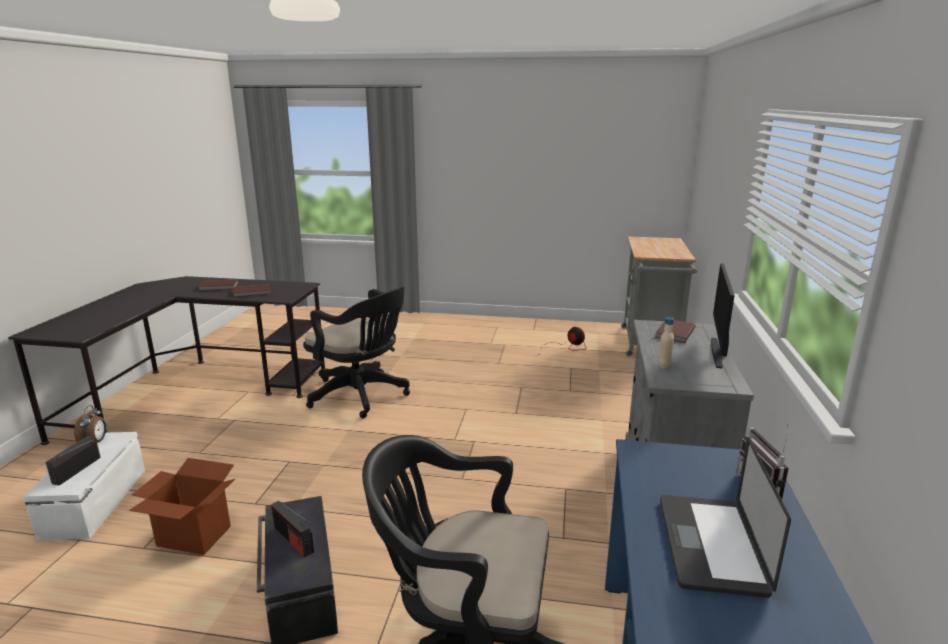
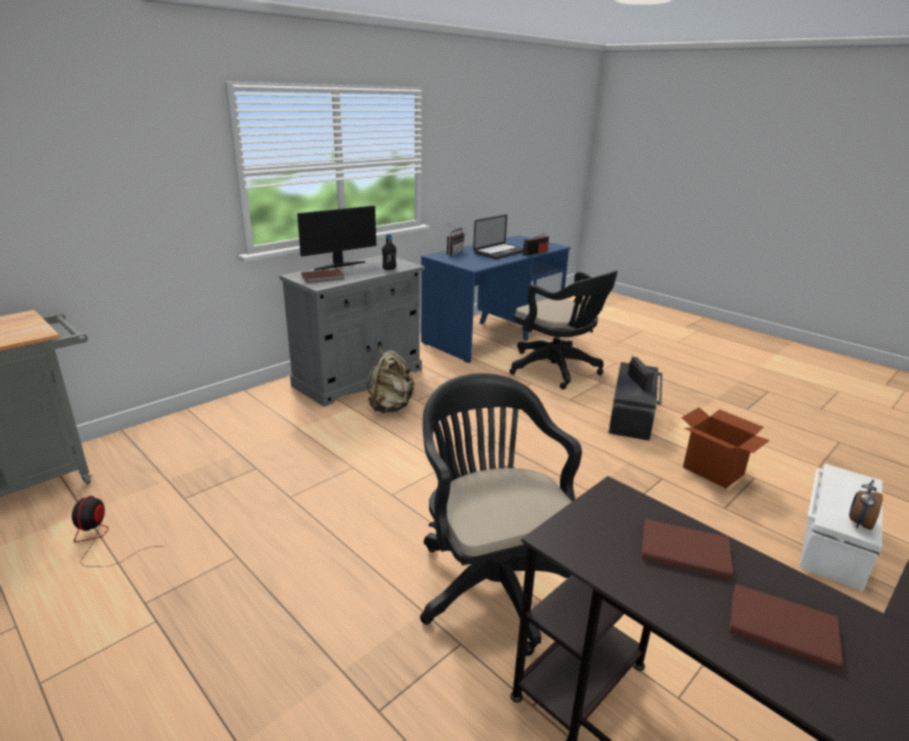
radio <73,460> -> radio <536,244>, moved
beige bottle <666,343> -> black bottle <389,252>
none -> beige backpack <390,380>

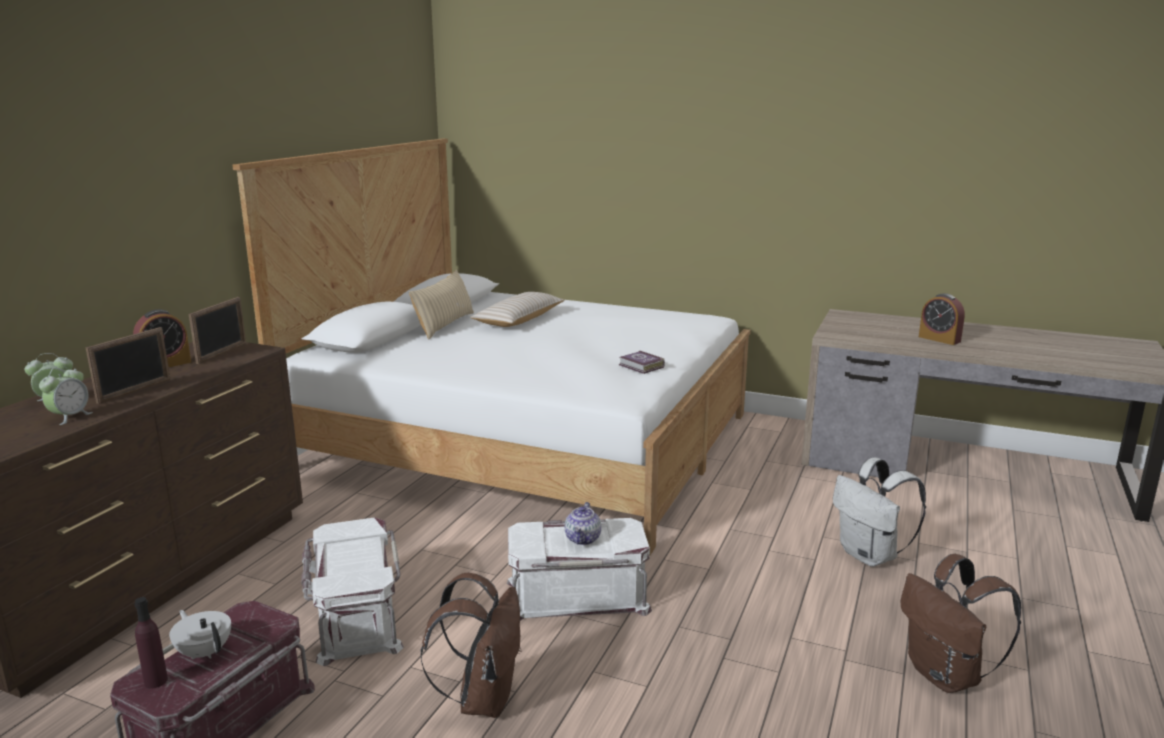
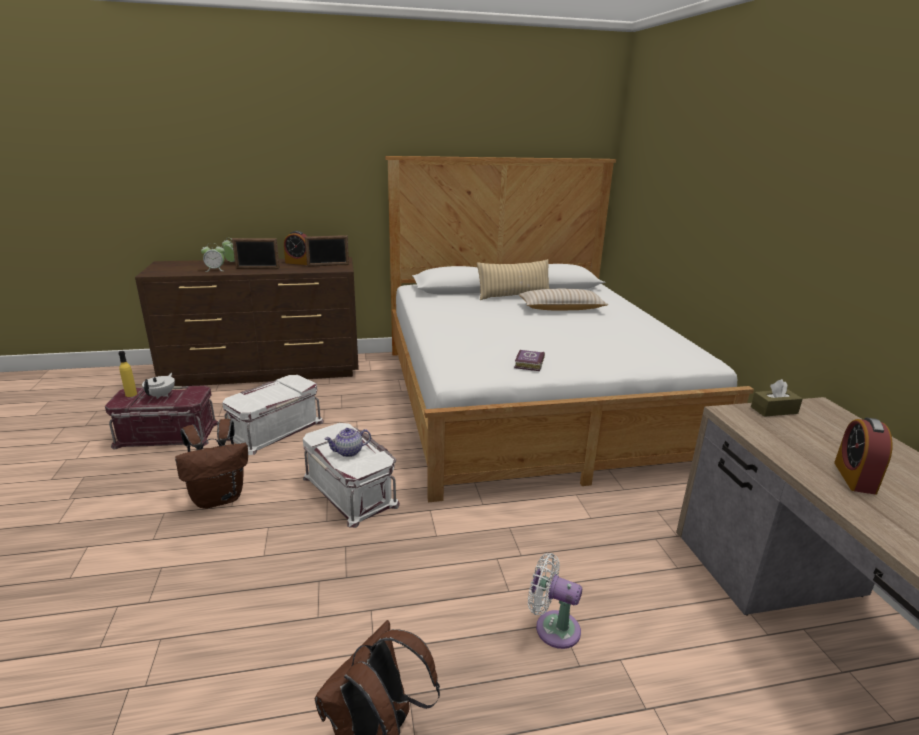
purple bottle <151,643> -> yellow bottle <127,374>
white backpack <879,512> -> white fan <555,601>
none -> brown tissue box <777,398>

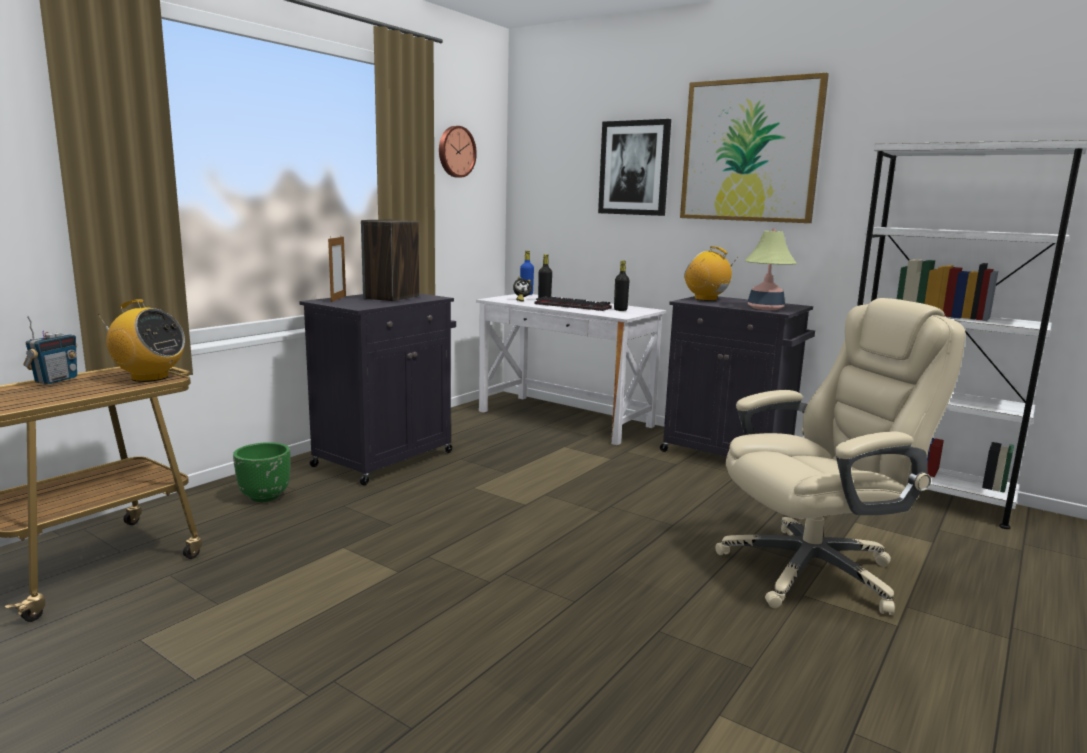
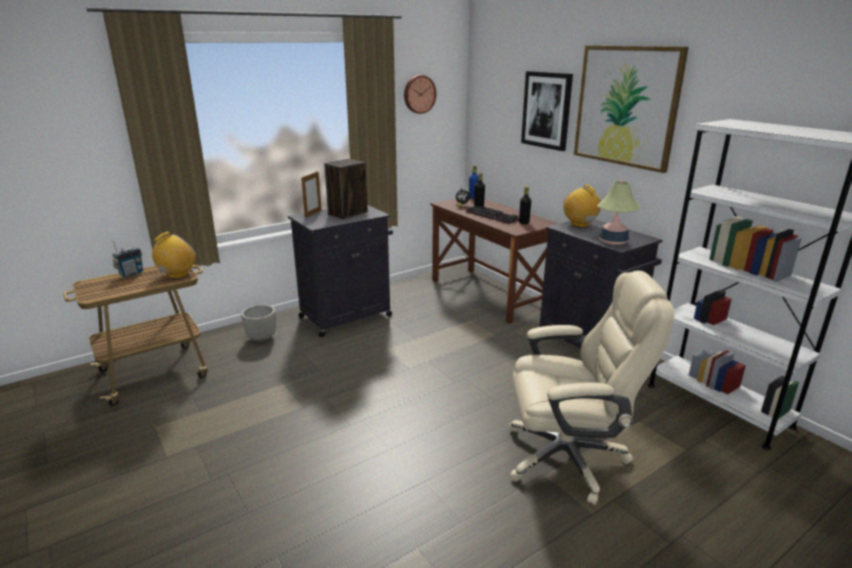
radio <141,340> -> radio <174,255>, 90 degrees counterclockwise
green planter <262,472> -> grey planter <258,323>
white desk <571,369> -> brown desk <495,261>

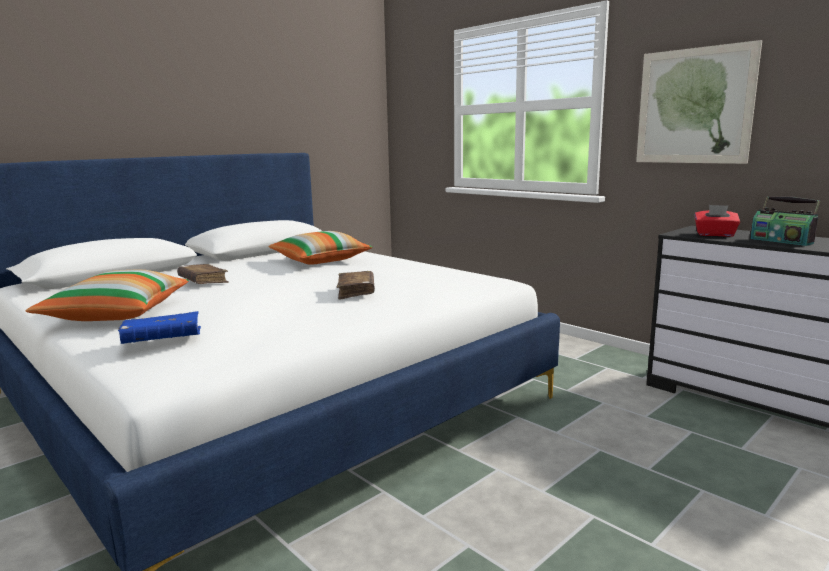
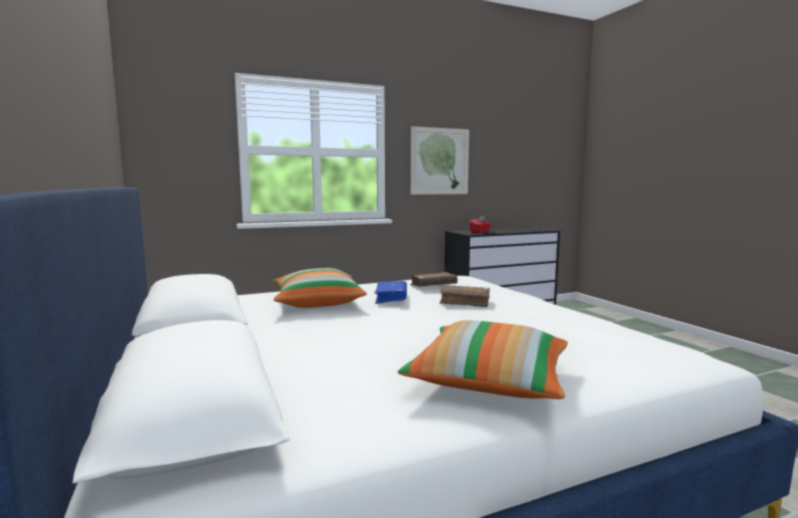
blue book <159,327> -> blue book <391,292>, moved
brown book <203,274> -> brown book <433,279>, moved
radio <785,221> -> none

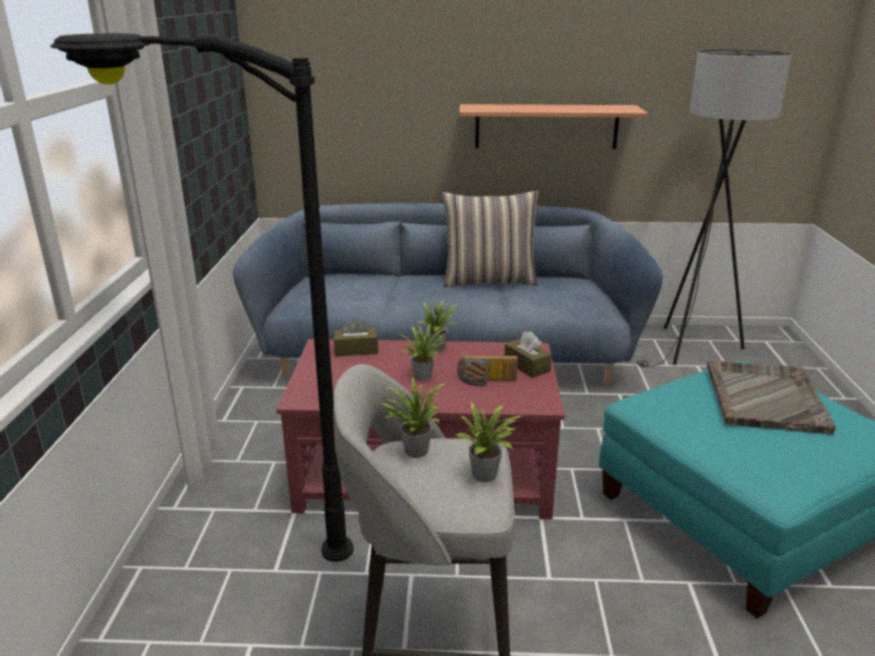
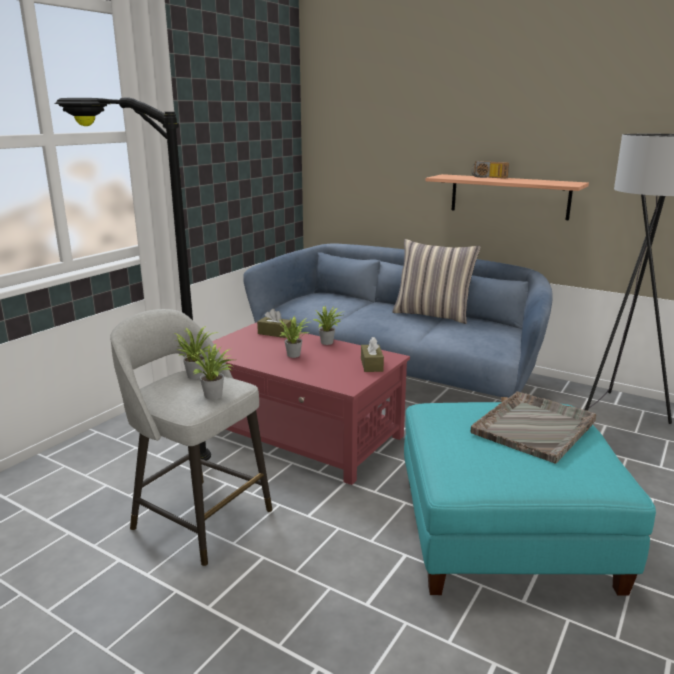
radio <487,370> -> radio <490,170>, moved

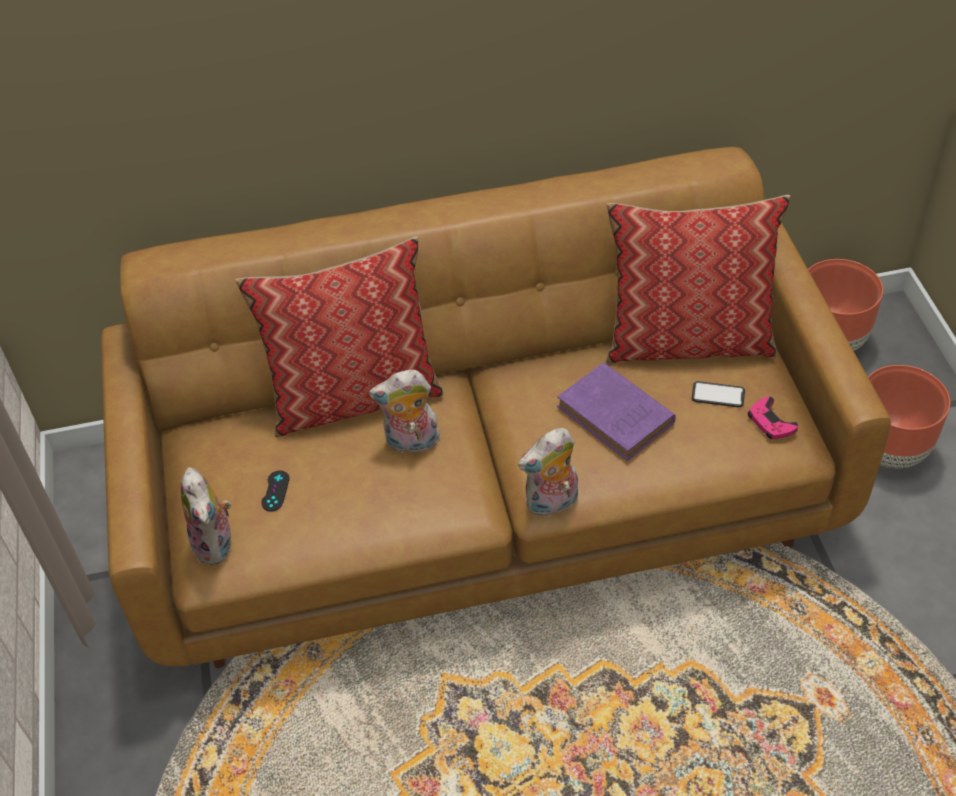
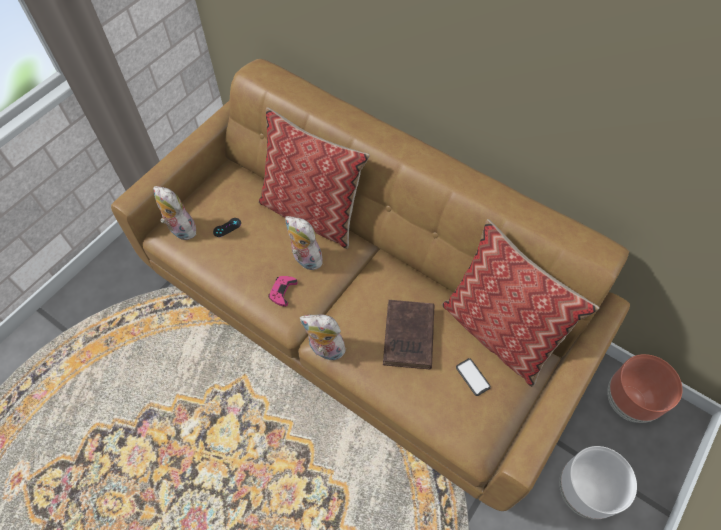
plush toy <207,516> -> plush toy <175,213>, 105 degrees clockwise
purple book <616,411> -> brown book <408,334>
pink game controller <773,417> -> pink game controller <283,291>, moved
brown planter <909,417> -> white planter <598,483>

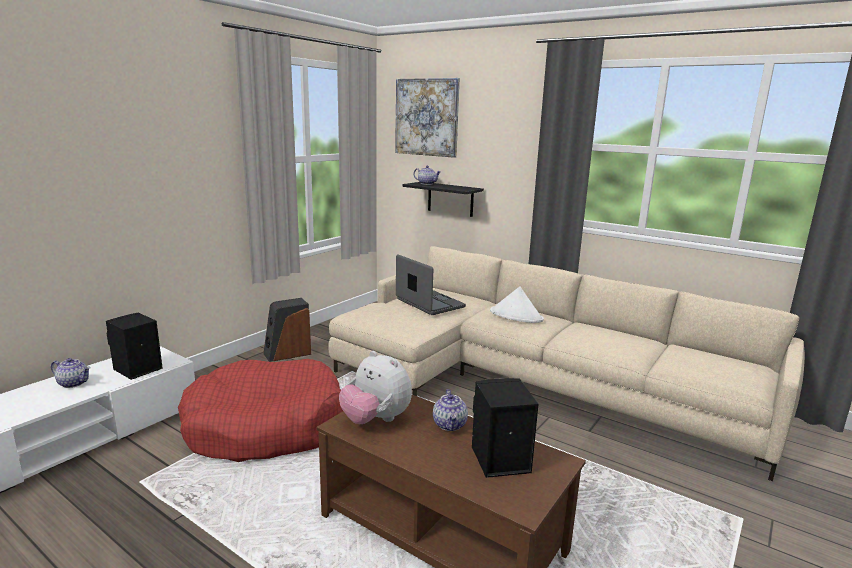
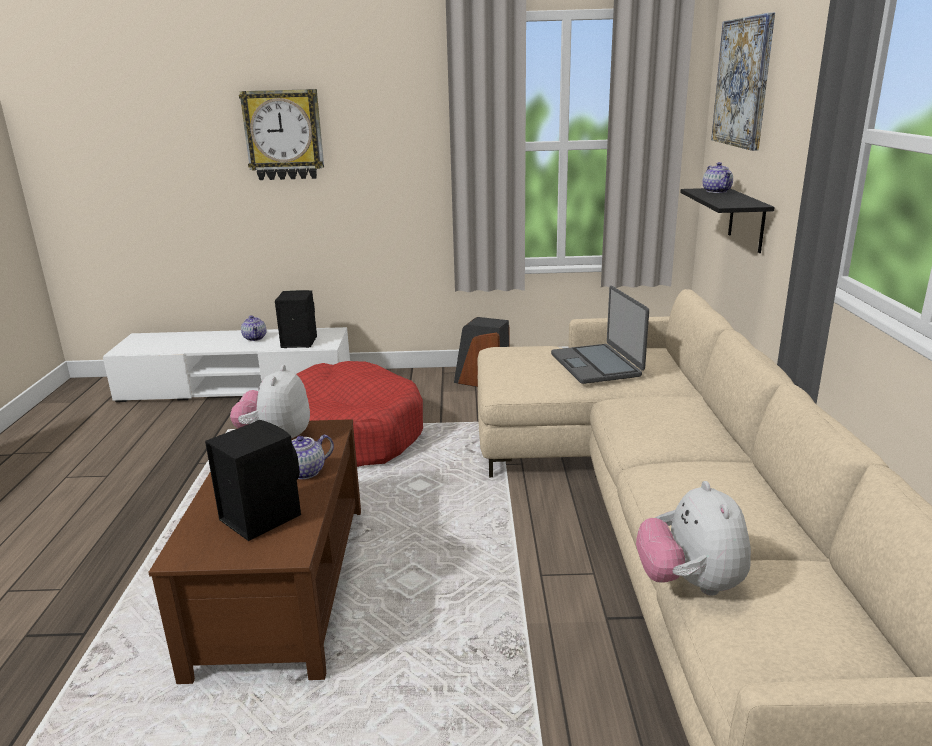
laptop <431,284> -> laptop <600,335>, 150 degrees clockwise
white hat <517,304> -> none
none -> wall clock <281,134>
none -> plush toy <693,538>

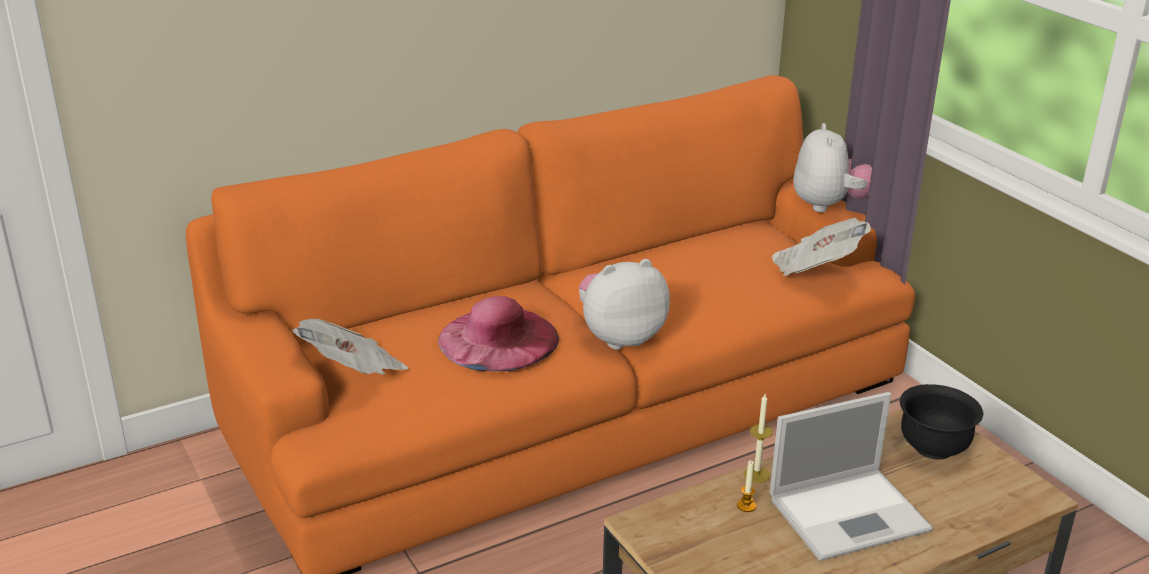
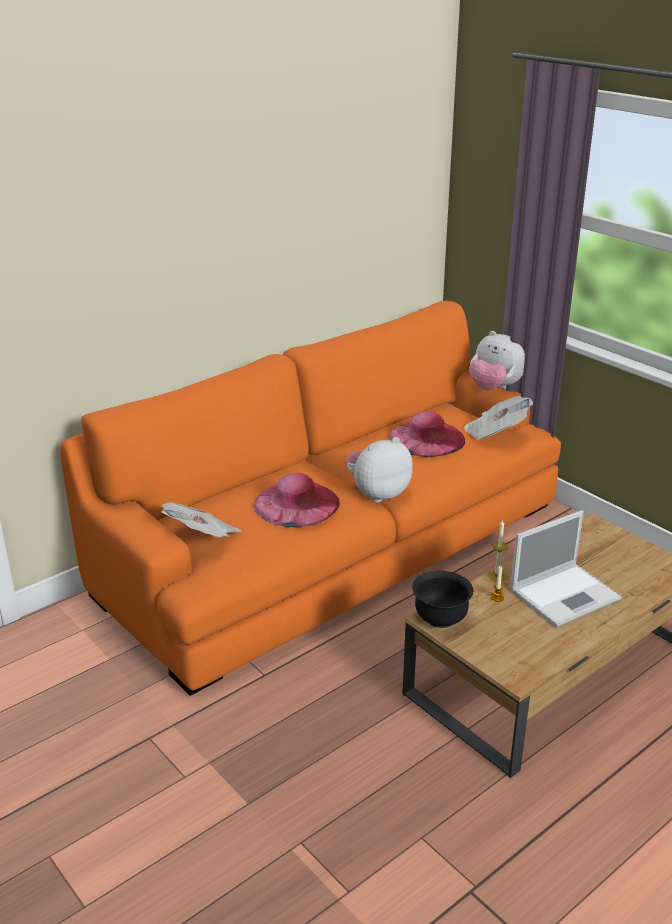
plush toy <833,167> -> plush toy <497,360>, 135 degrees clockwise
black bowl <941,422> -> black bowl <443,599>, moved
none -> pink hat <427,434>

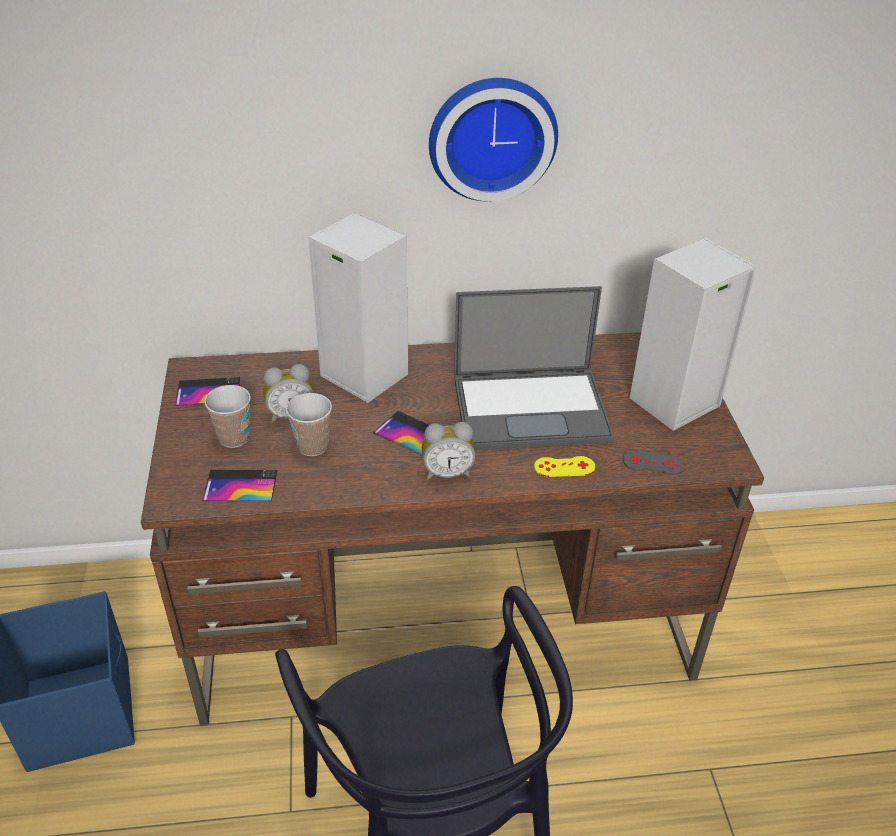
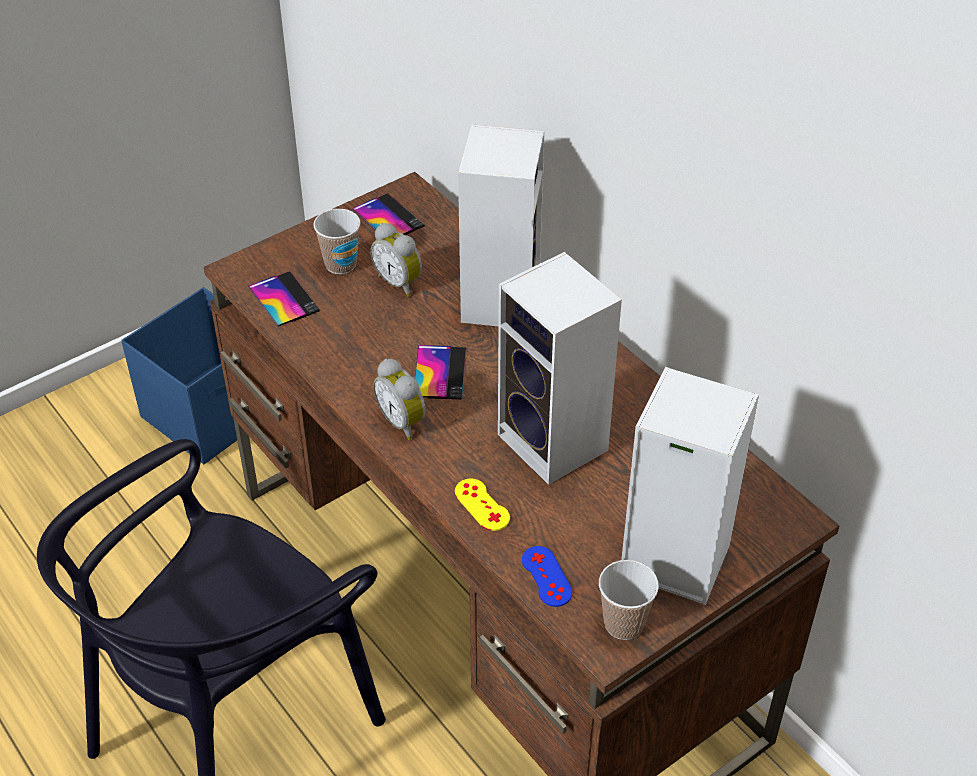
cup <309,424> -> cup <629,600>, moved
wall clock <493,140> -> none
laptop <534,368> -> speaker <560,368>
grey game controller <654,463> -> blue game controller <547,576>

